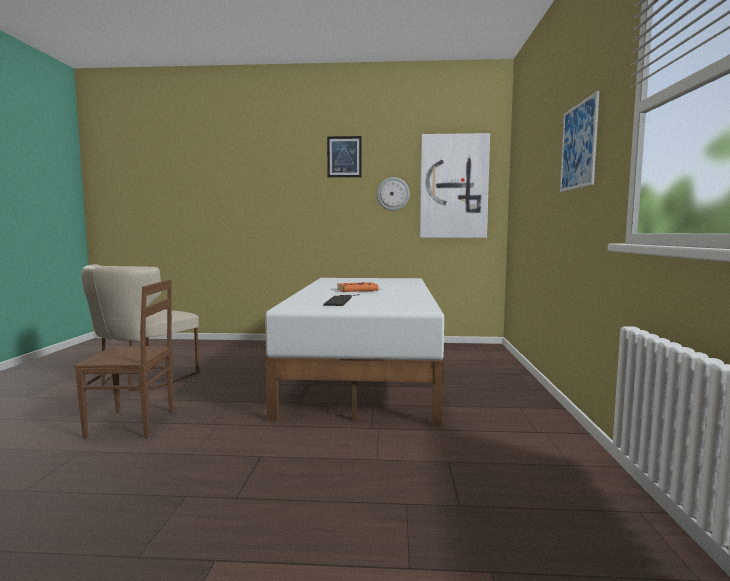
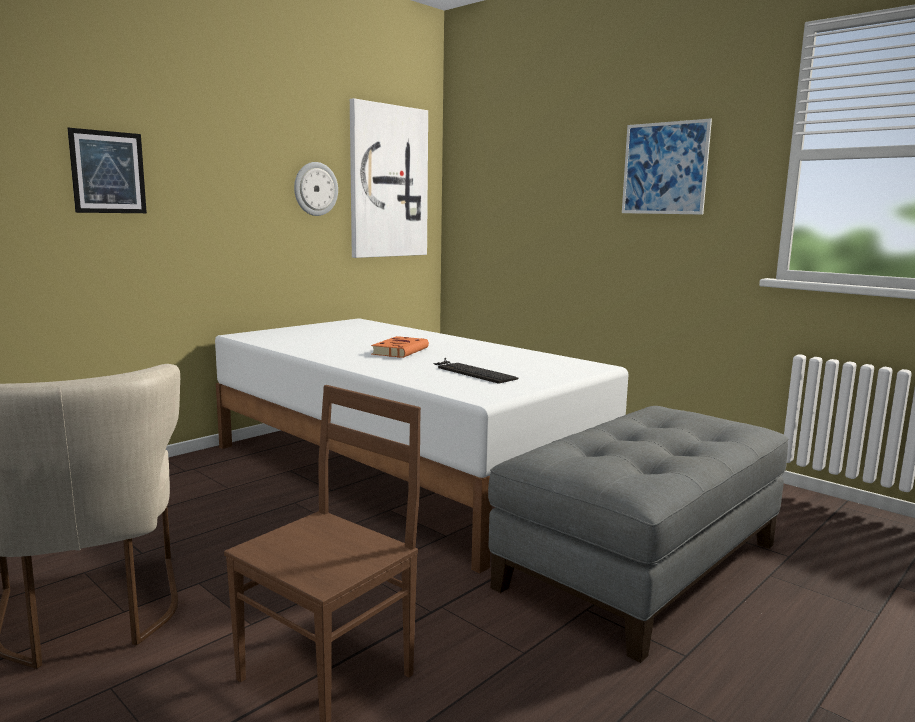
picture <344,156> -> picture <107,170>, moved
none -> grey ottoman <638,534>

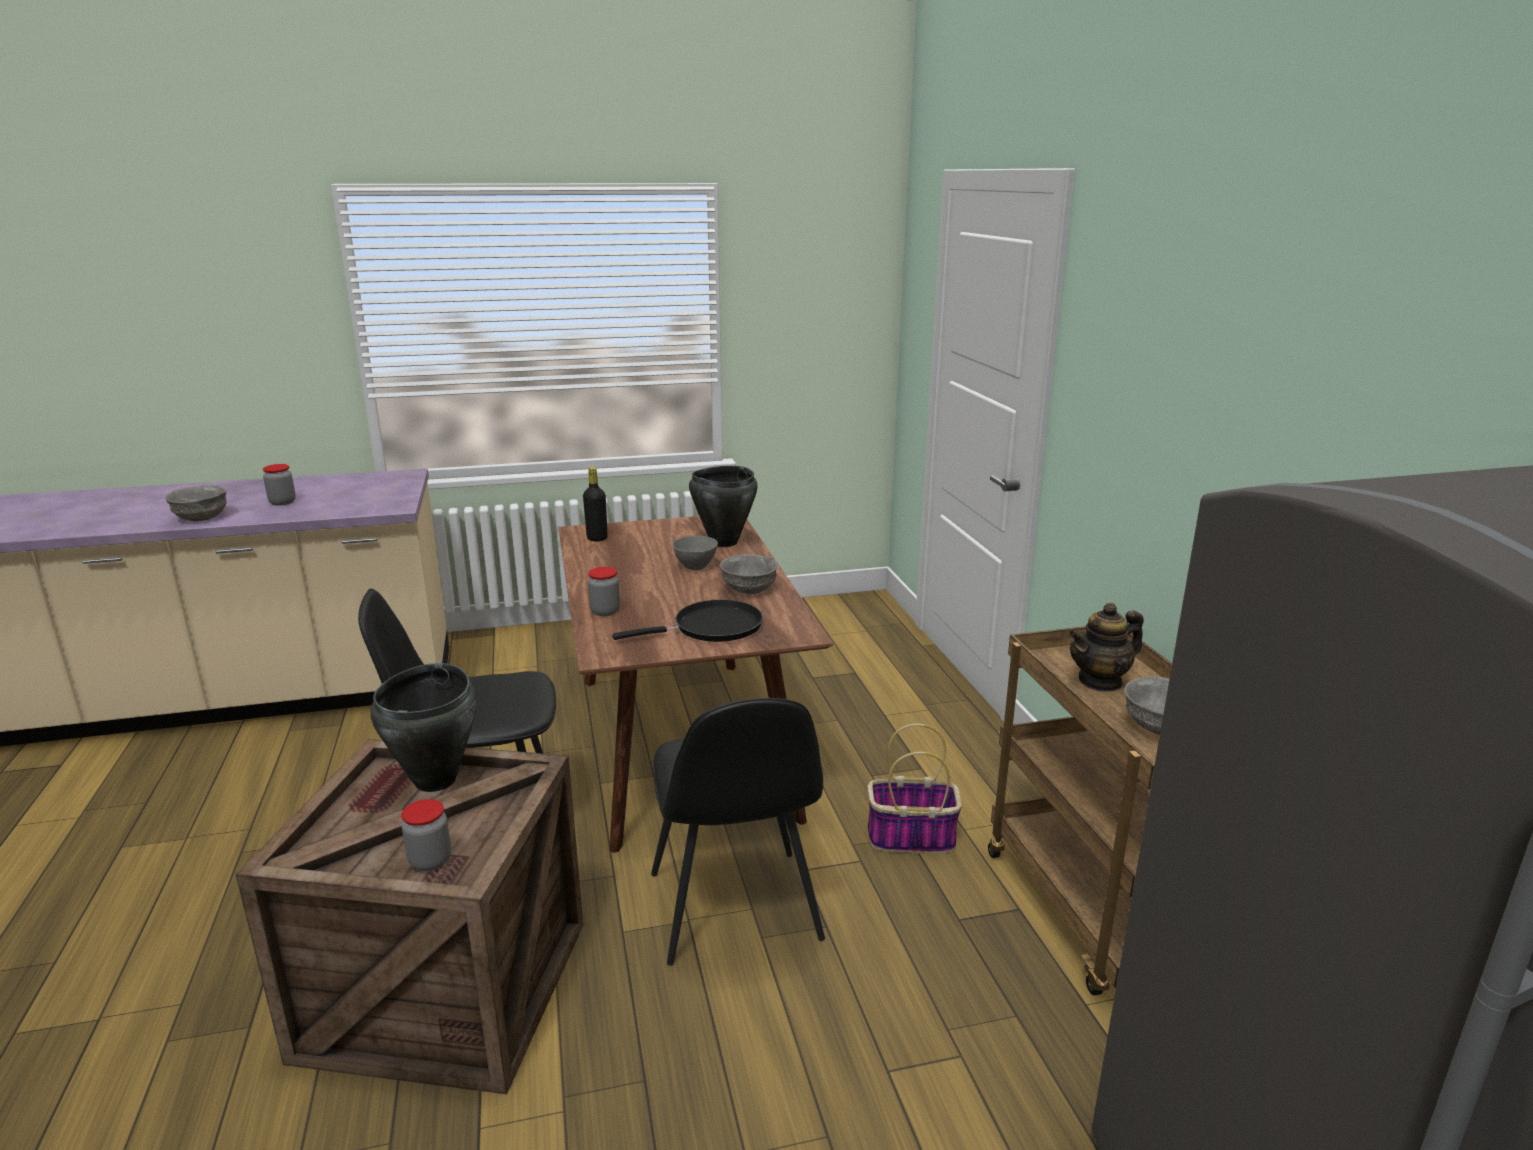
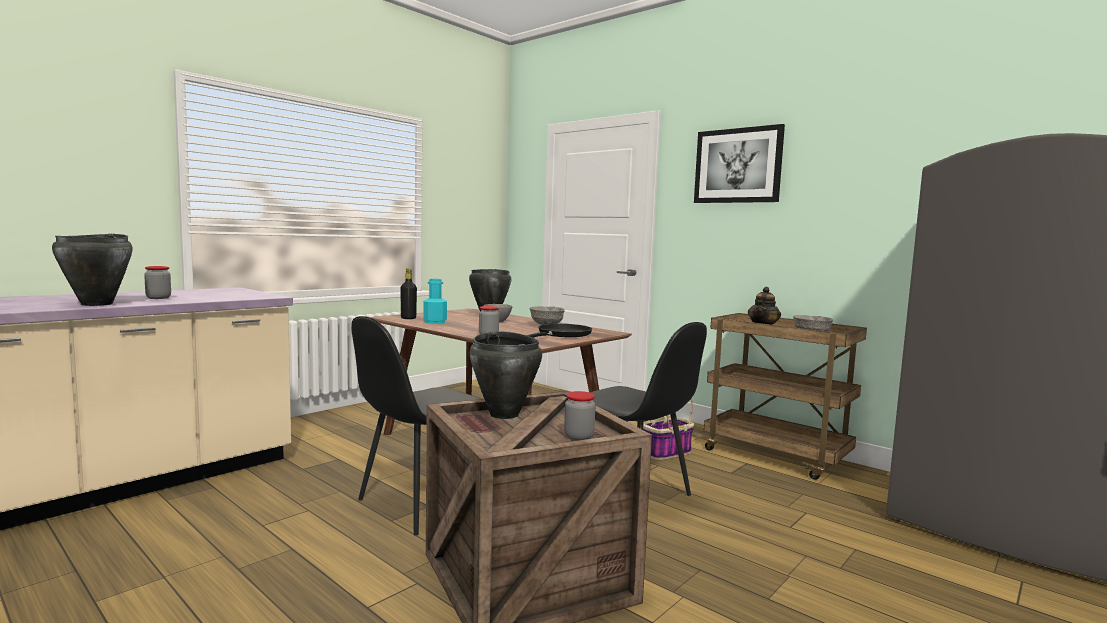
grey bowl <196,503> -> black cooking pot <92,270>
none -> turquoise bottle <435,301>
none -> picture <739,163>

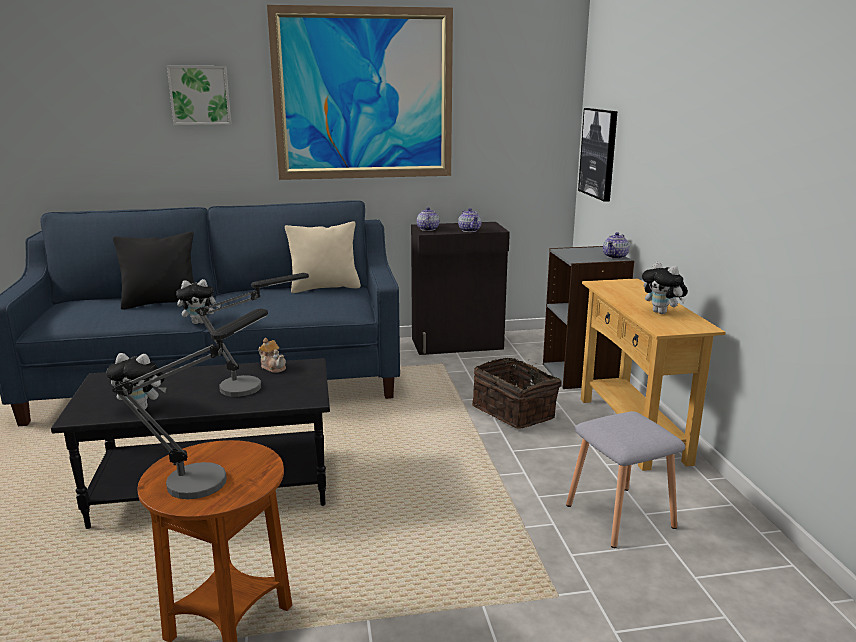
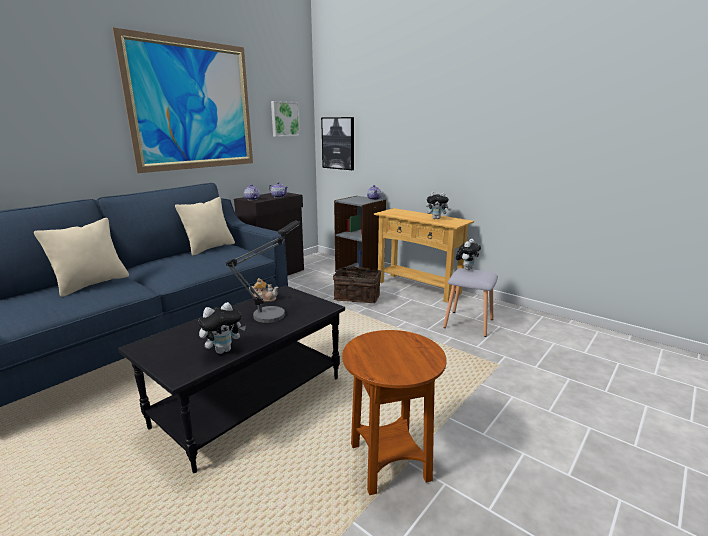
table lamp <190,403> -> none
black pillow <153,271> -> beige pillow <81,257>
picture <199,95> -> picture <285,119>, moved
plush toy <198,301> -> plush toy <468,254>, moved

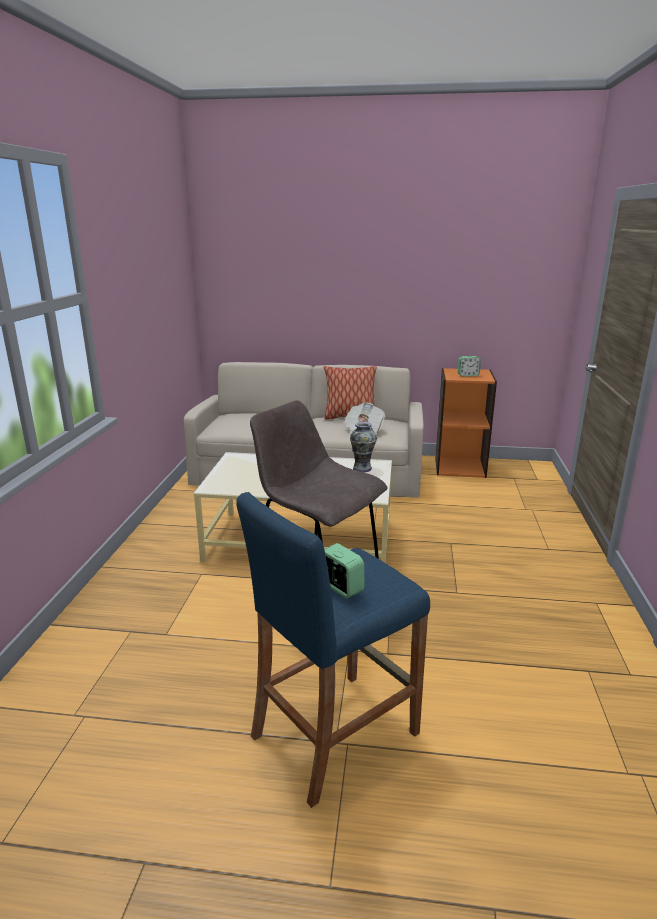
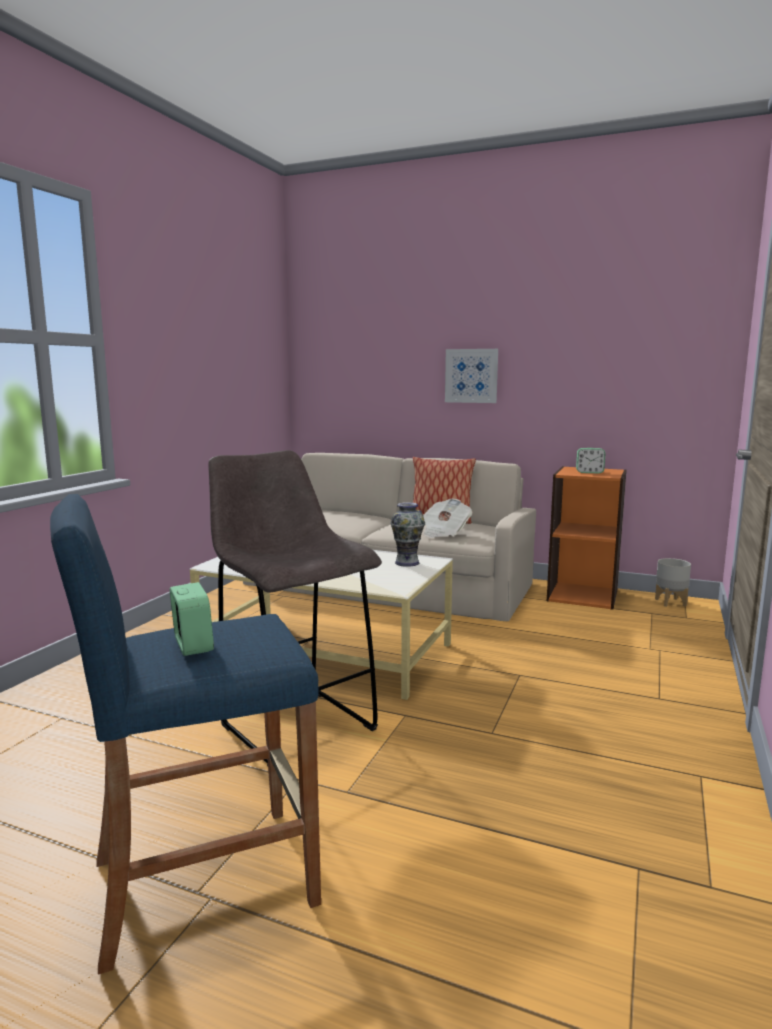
none -> picture <471,376>
none -> grey planter <673,582>

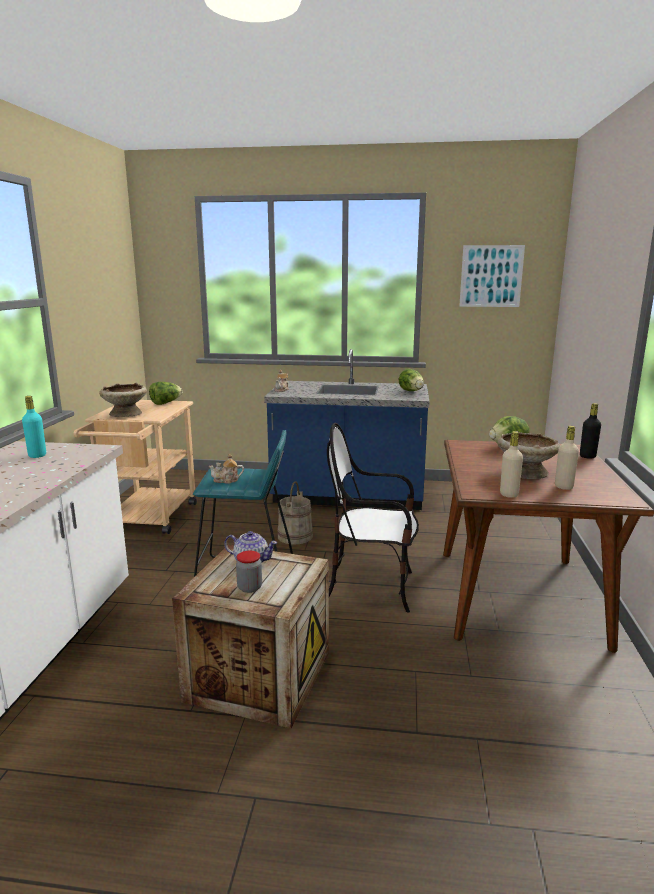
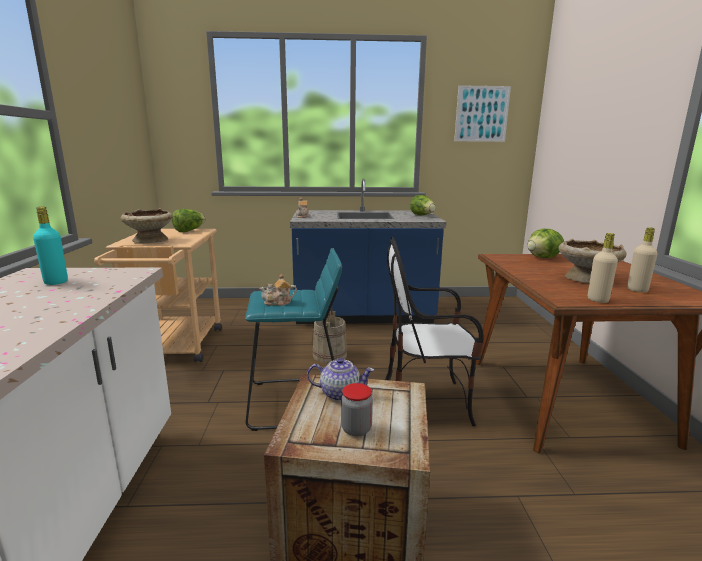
black bottle <590,430> -> none

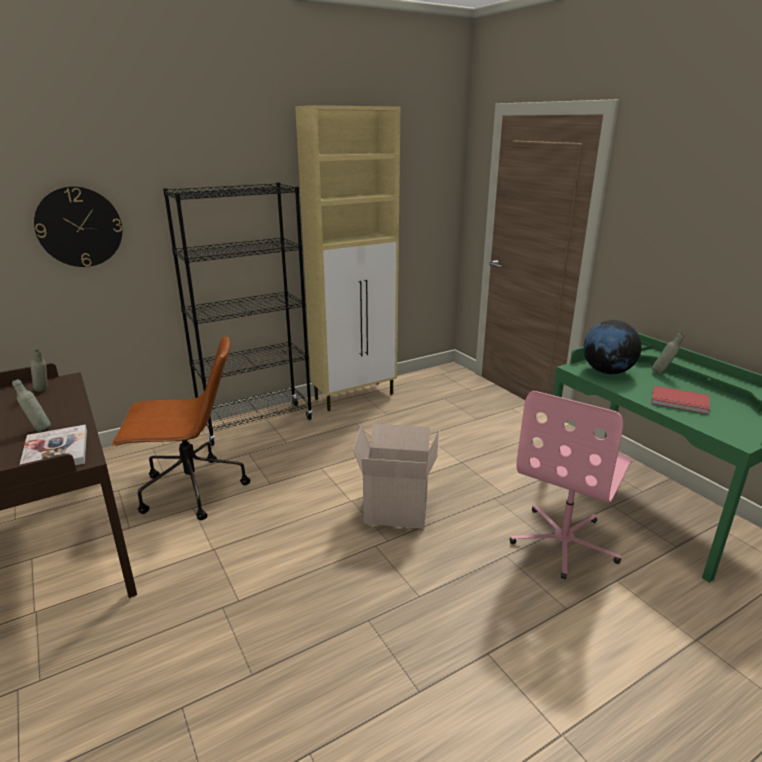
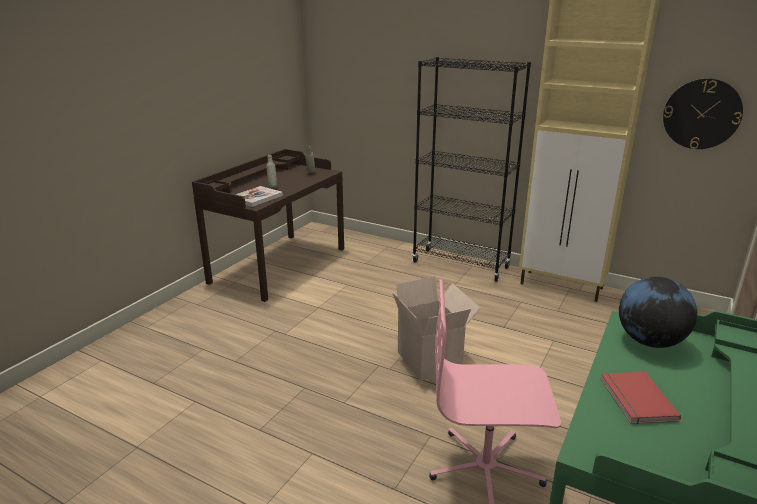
wall clock <78,226> -> wall clock <703,113>, moved
brown office chair <181,427> -> none
grey bottle <668,353> -> none

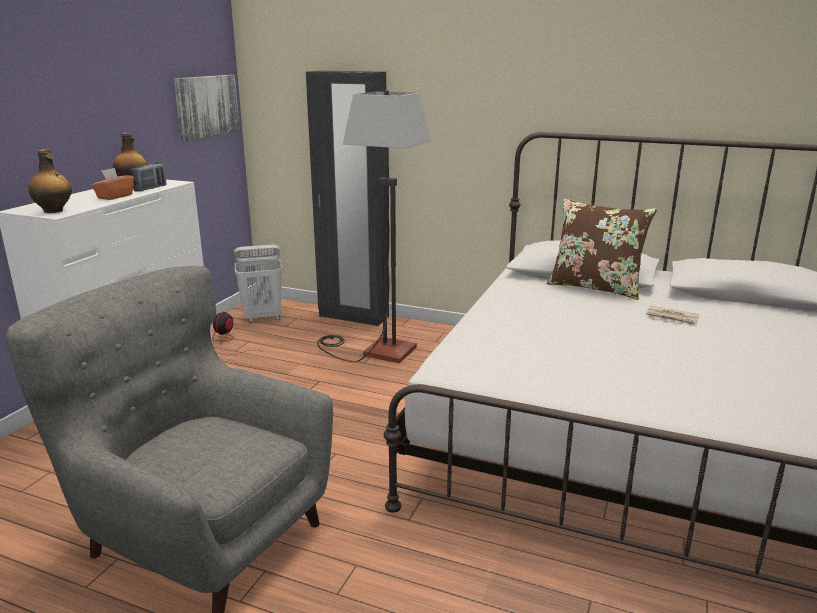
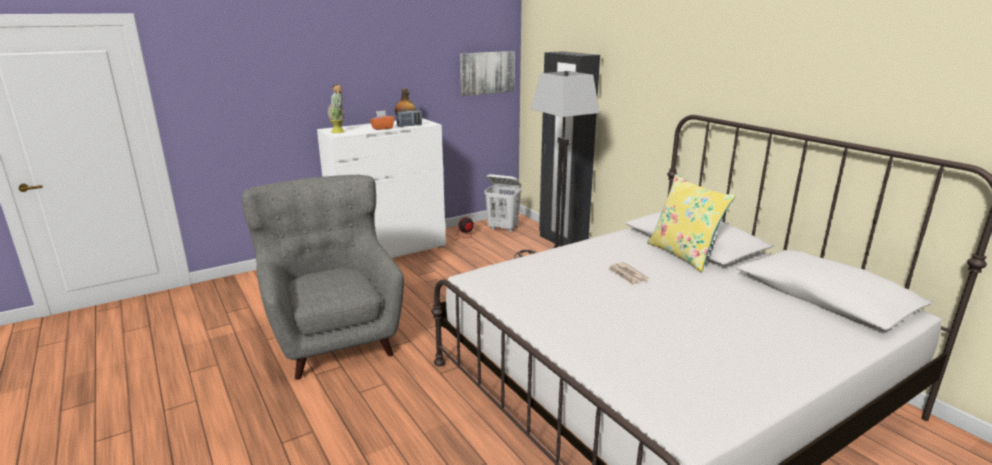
bottle <50,181> -> potted plant <336,108>
brown pillow <602,249> -> yellow pillow <691,223>
newspaper <672,316> -> newspaper <628,273>, moved

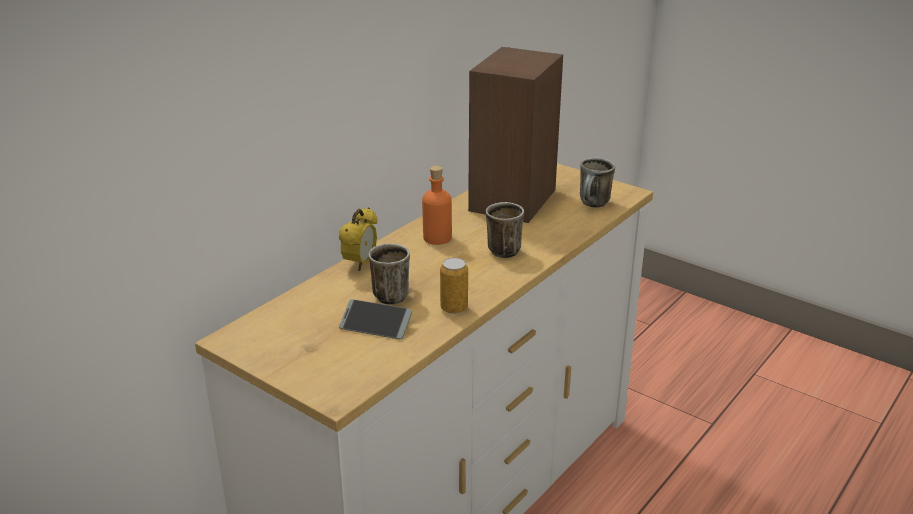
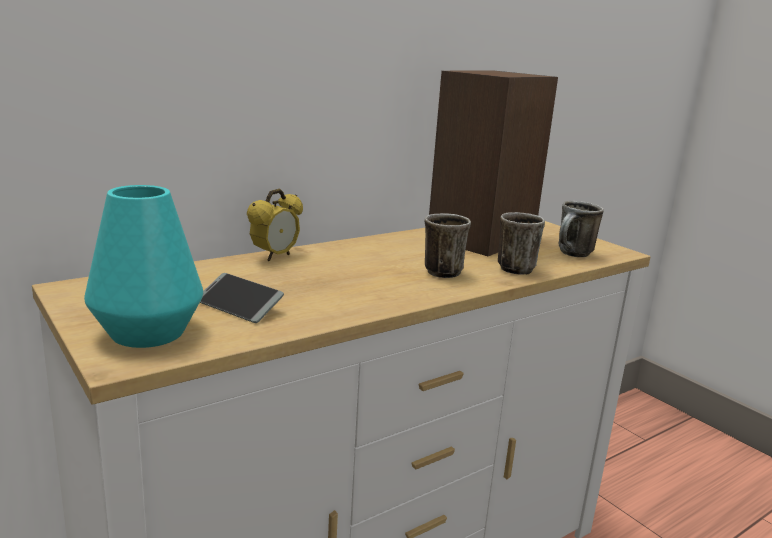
mug <389,274> -> mug <521,243>, moved
orange bottle <437,205> -> none
can <454,286> -> none
none -> turquoise vase <143,266>

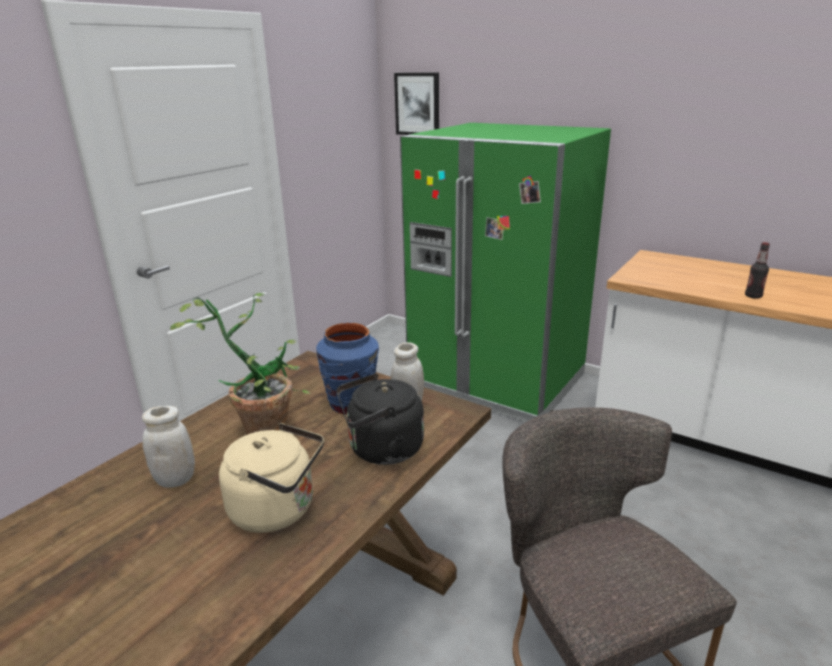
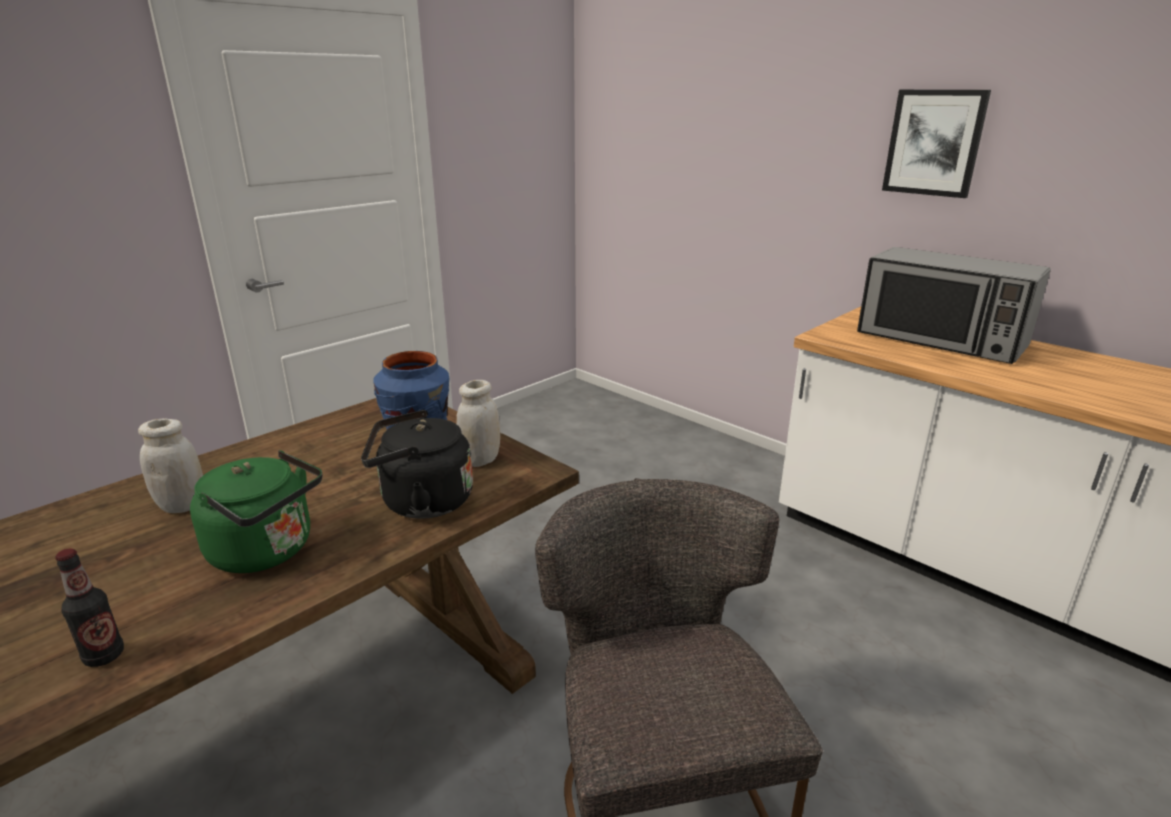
potted plant <240,364> -> none
beige kettle <271,478> -> green kettle <256,511>
picture <416,103> -> picture <936,144>, moved
green fridge <505,272> -> none
bottle <757,270> -> bottle <89,607>, moved
none -> microwave <954,305>

